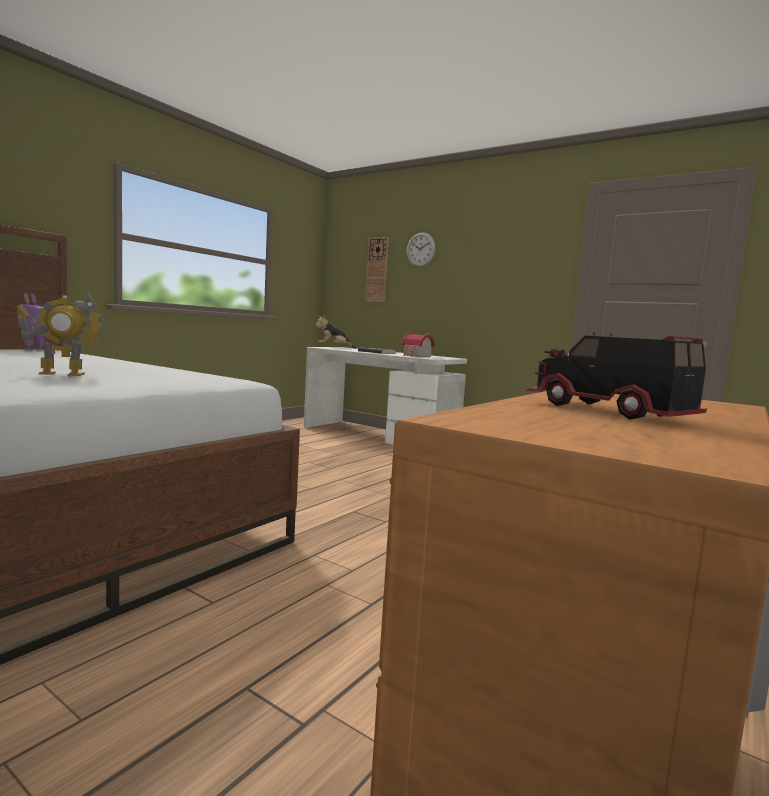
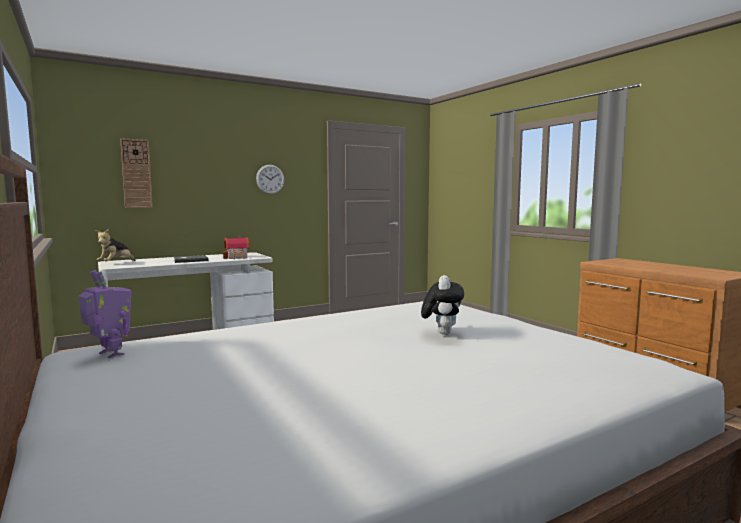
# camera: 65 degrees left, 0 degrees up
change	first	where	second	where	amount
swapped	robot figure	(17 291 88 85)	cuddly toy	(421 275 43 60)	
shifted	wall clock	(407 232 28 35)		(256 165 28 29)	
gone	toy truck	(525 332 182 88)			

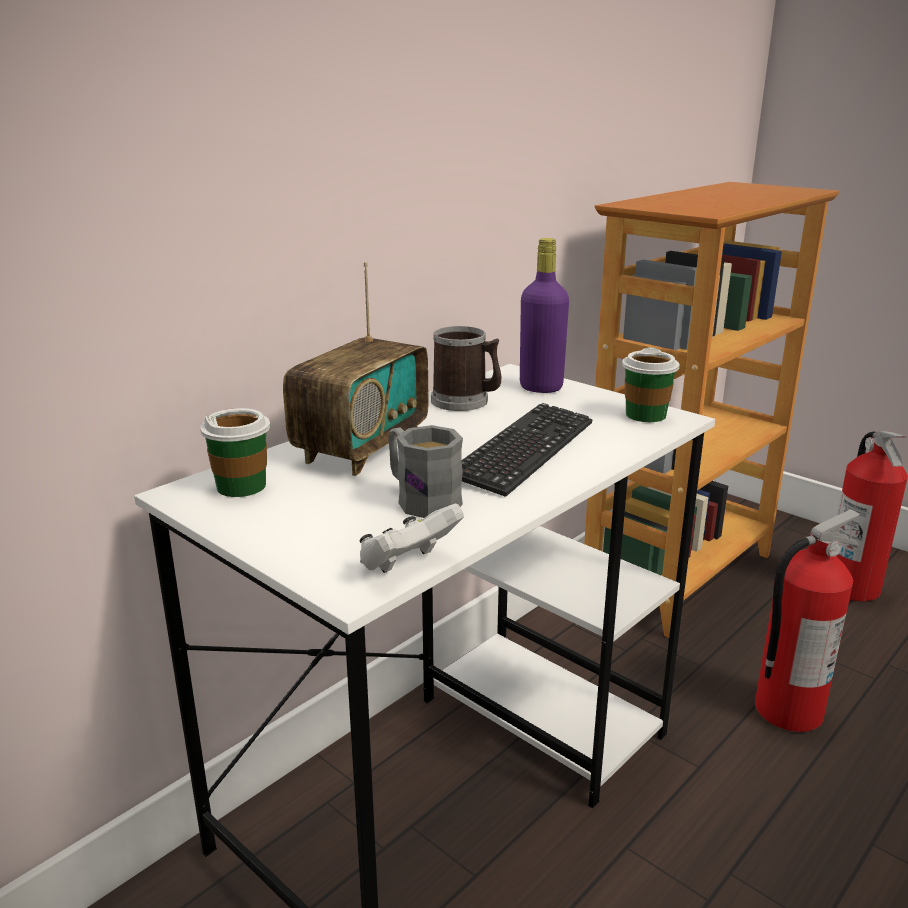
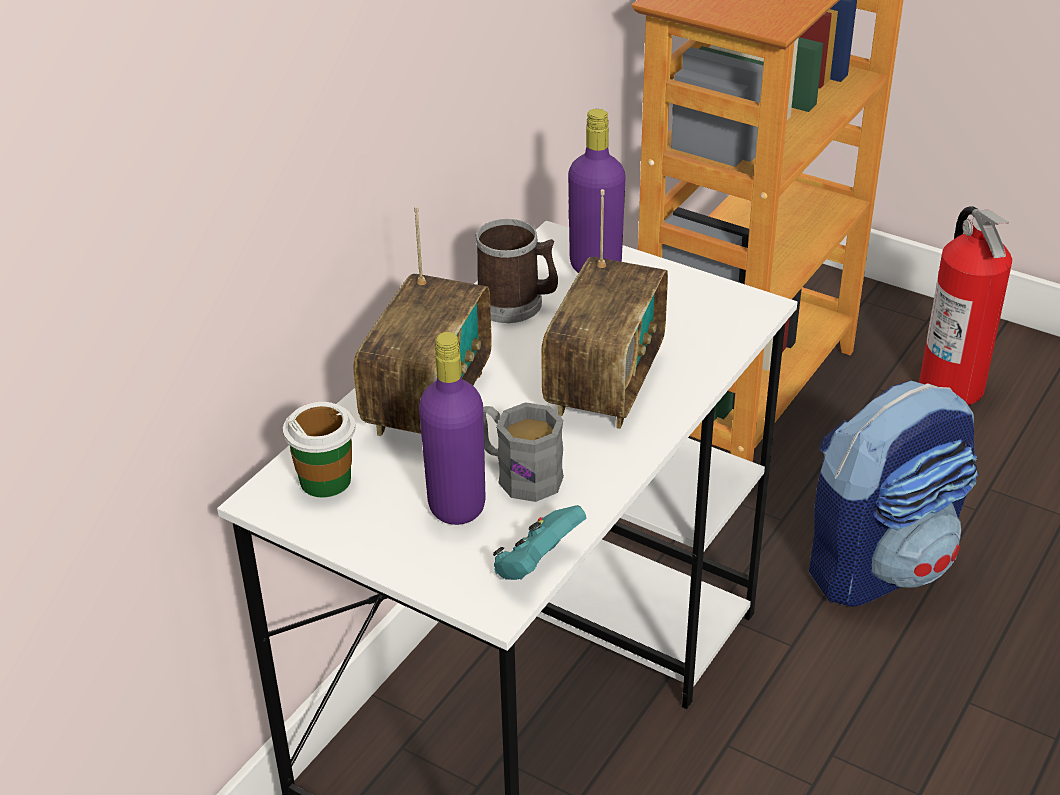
# camera: 10 degrees left, 15 degrees up
change	first	where	second	where	amount
repainted	white-coloured joypad	(359 503 105 70)	turquoise-coloured joypad	(493 505 93 75)	
swapped	PC keyboard	(462 403 131 94)	radio set	(541 189 127 240)	
gone	drinking cup	(622 347 58 75)			
swapped	fire-fighting cylinder	(755 509 105 223)	knapsack	(809 381 169 226)	
new			purple beverage bottle	(419 332 67 193)	

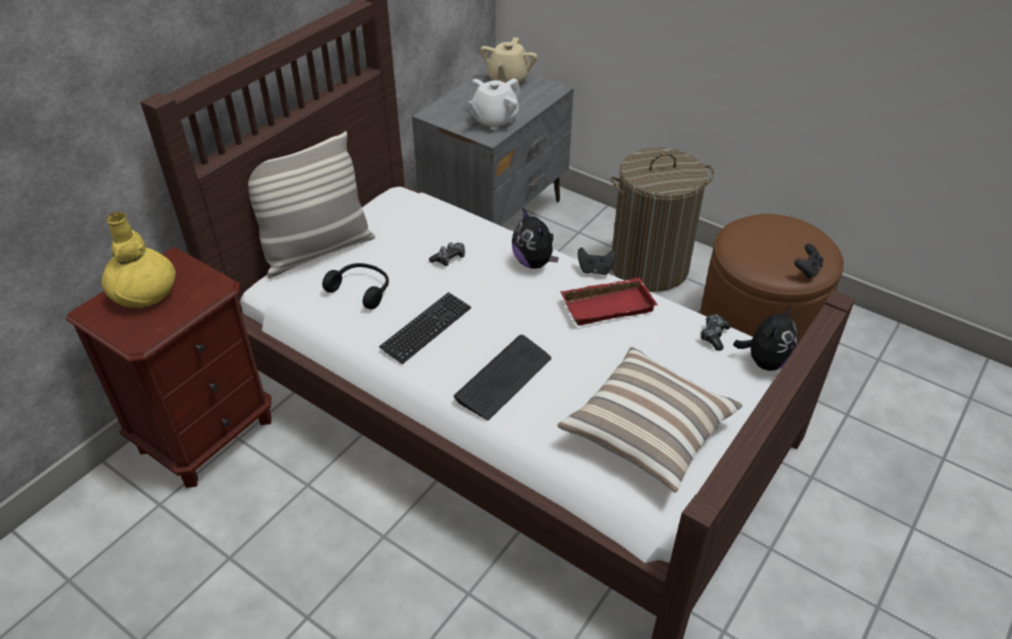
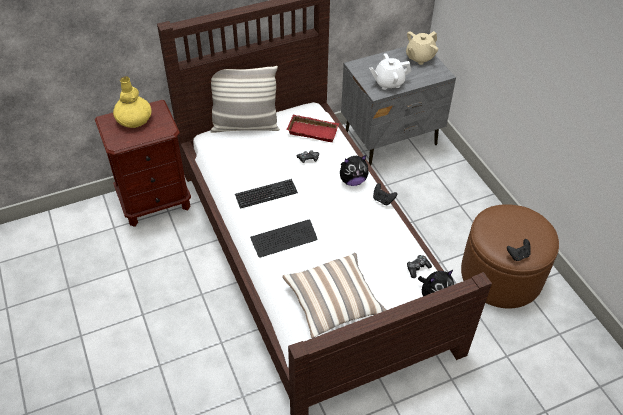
# camera: 30 degrees right, 5 degrees up
change	first	where	second	where	amount
gone	blackish headphones	(322 263 67 46)			
rotated	cuddly toy	(512 209 47 60)		(340 155 29 31)	105 degrees counterclockwise
shifted	red-coloured tray	(560 278 98 48)		(287 114 52 28)	
gone	laundry basket	(610 147 104 145)			

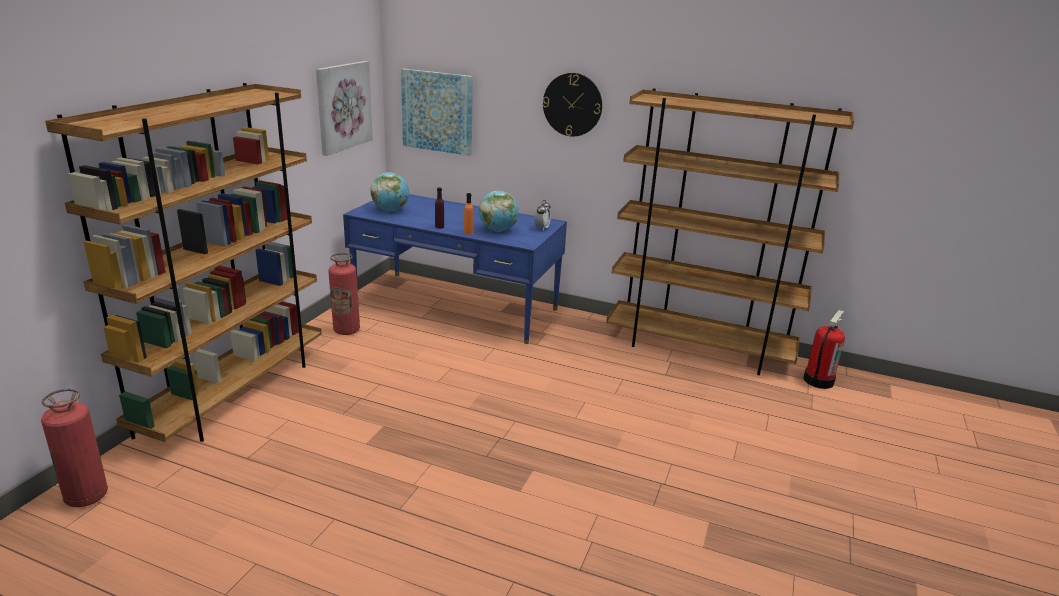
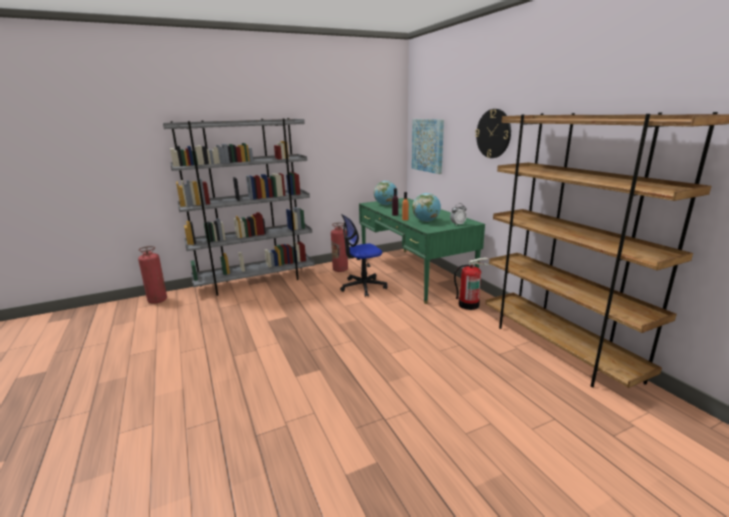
# camera: 45 degrees right, 5 degrees down
change	first	where	second	where	amount
repainted	brownish bookshelf	(45 83 277 359)	greyish bookshelf	(163 118 152 178)	
gone	wall art	(316 61 57 95)			
repainted	blue-coloured desk unit	(343 194 224 150)	green-coloured desk unit	(359 198 126 106)	
shifted	fire-fighting cylinder	(804 310 41 79)		(454 257 35 53)	
new			computer chair	(340 214 47 83)	

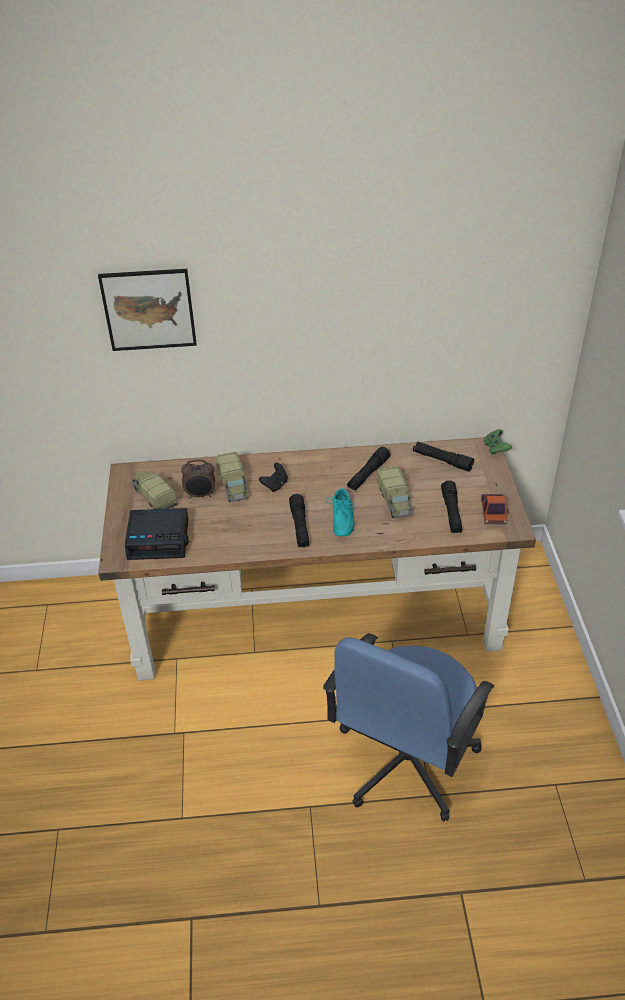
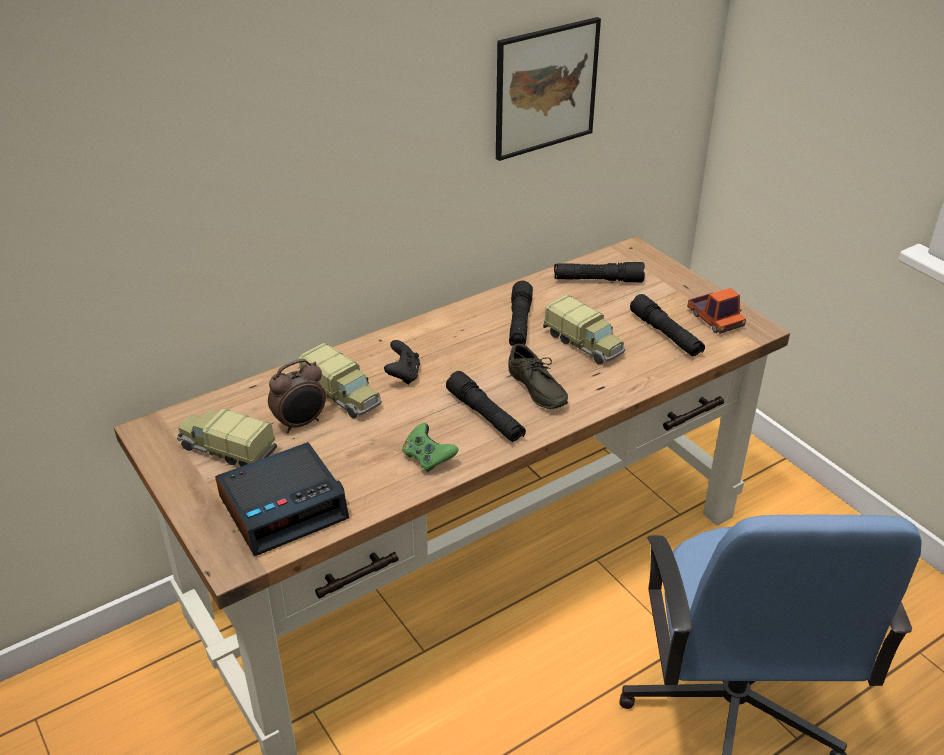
# camera: 30 degrees left, 5 degrees down
change	first	where	second	where	amount
shifted	wall art	(98 269 99 82)		(496 17 105 144)	
repainted	turquoise-coloured low shoe	(325 488 30 49)	greyish low shoe	(508 344 60 65)	
shifted	green-coloured joypad	(484 429 28 26)		(402 423 56 49)	

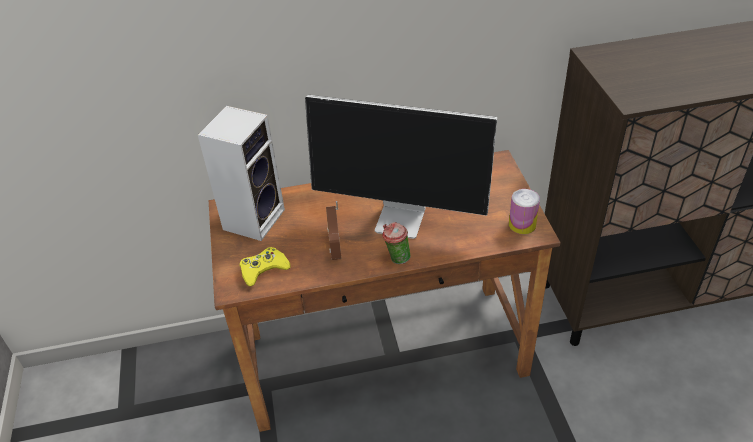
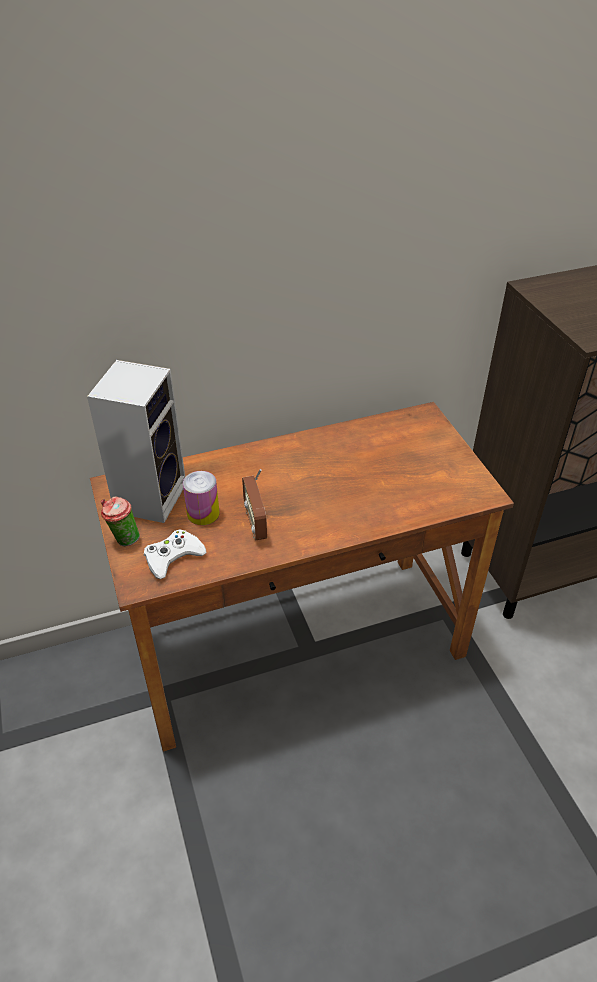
# camera: 10 degrees left, 0 degrees up
change	first	where	second	where	amount
repainted	yellow joypad	(239 247 52 39)	white-coloured joypad	(144 529 63 50)	
gone	computer screen	(305 95 192 144)			
shifted	drinking cup	(382 222 29 42)		(101 496 39 50)	
shifted	can	(509 189 31 45)		(183 471 36 54)	

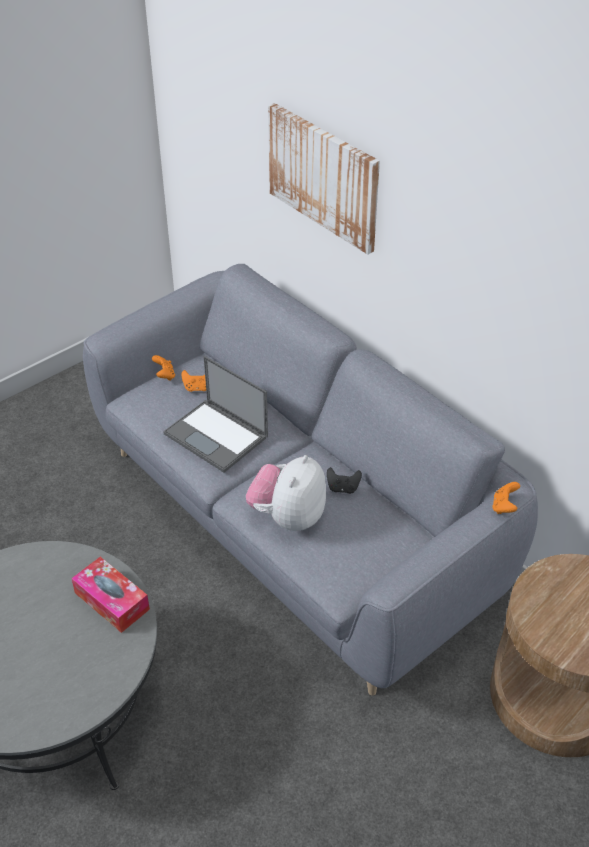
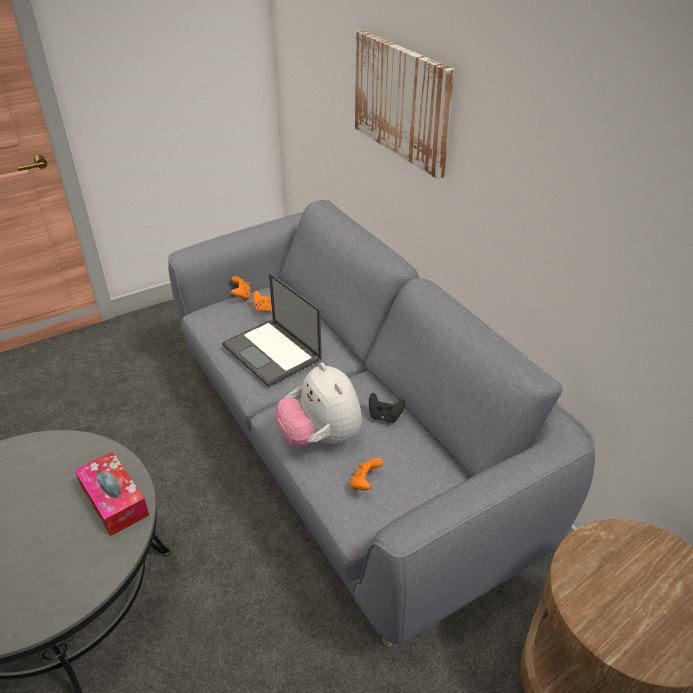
# camera: 10 degrees right, 5 degrees down
change	first	where	second	where	amount
rotated	cuddly toy	(246 455 80 76)		(276 363 86 84)	60 degrees counterclockwise
shifted	orange-coloured joypad	(492 482 28 32)		(350 458 34 32)	

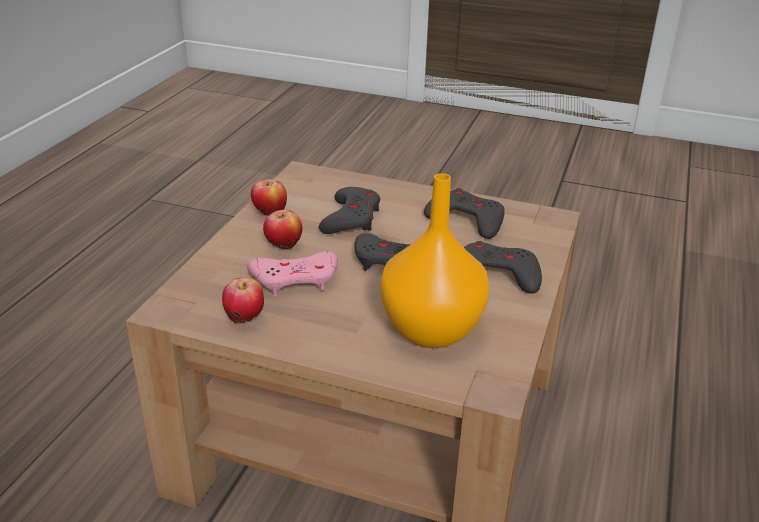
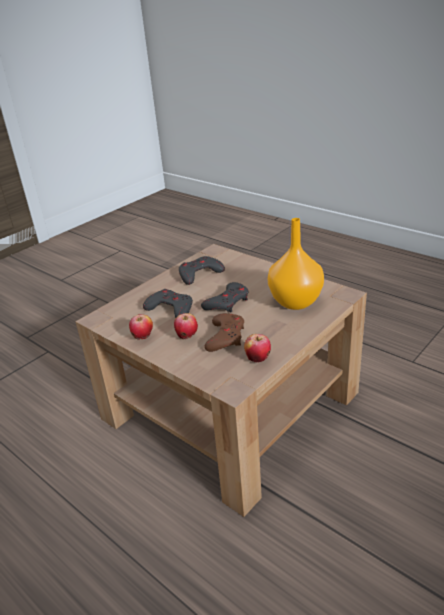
# camera: 65 degrees left, 0 degrees up
change	first	where	second	where	amount
repainted	pink-coloured joypad	(247 251 91 45)	brownish joypad	(204 313 40 39)	
gone	greyish joypad	(464 241 78 53)			

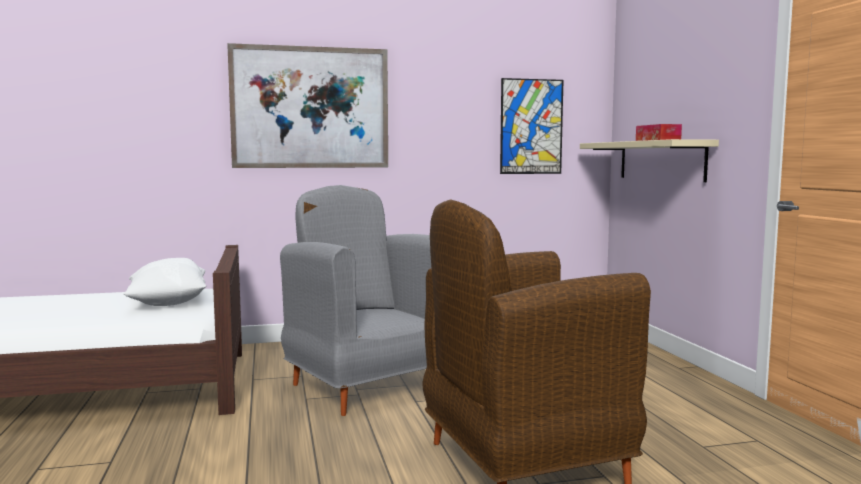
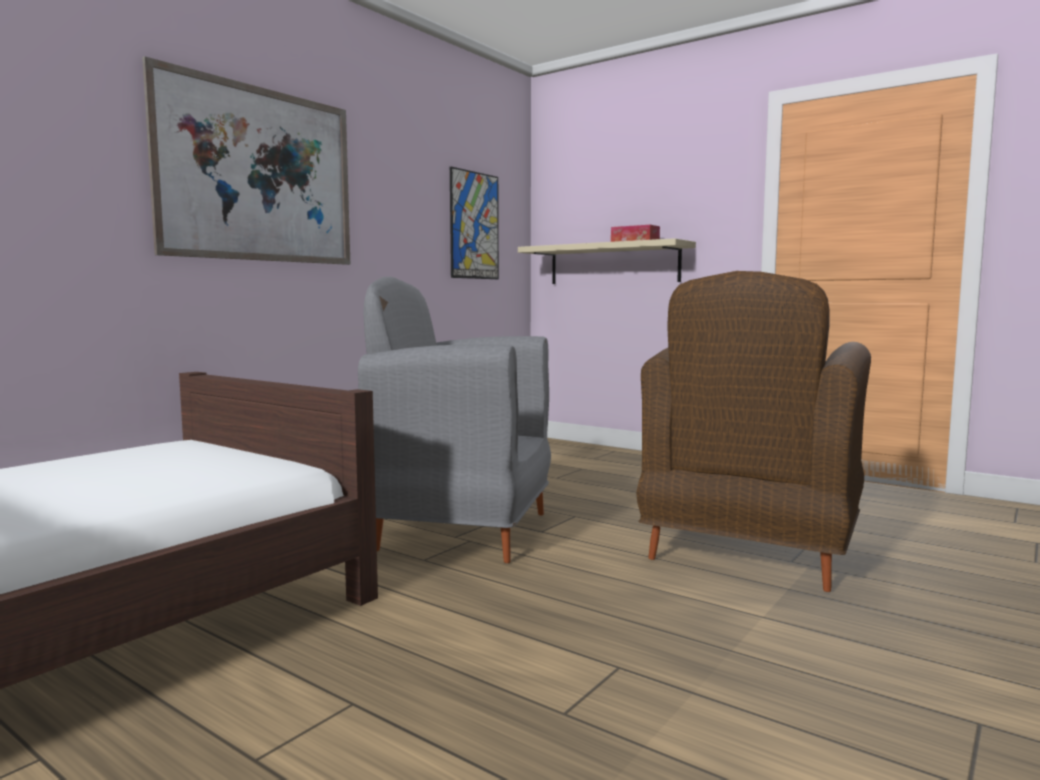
# camera: 40 degrees left, 0 degrees up
change	first	where	second	where	amount
gone	white-coloured pillow	(123 258 83 48)			

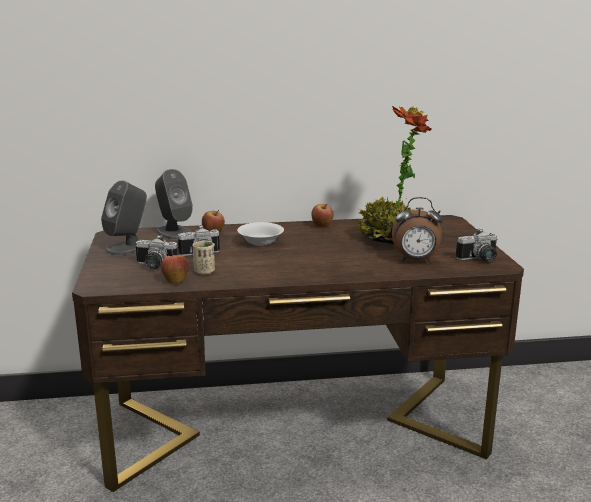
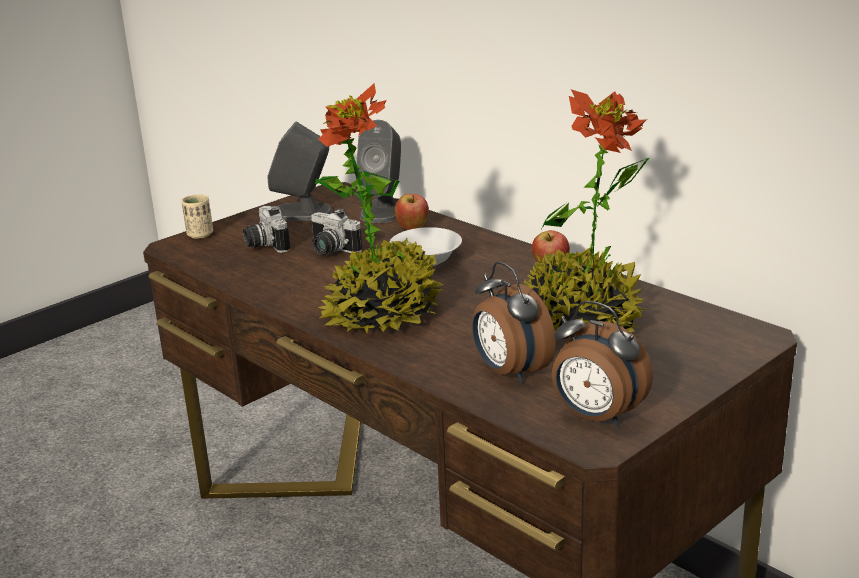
# camera: 55 degrees right, 5 degrees up
change	first	where	second	where	amount
gone	whole apple	(161 250 28 34)			
shifted	beige drinking cup	(193 241 22 34)		(181 195 32 44)	
swapped	photo camera	(456 229 41 33)	alarm clock	(552 301 101 126)	
new			houseplant	(315 84 129 250)	

